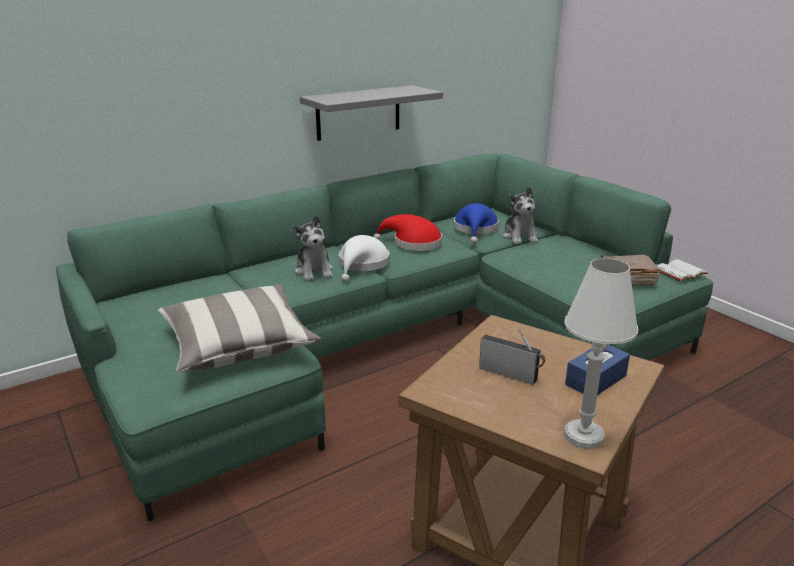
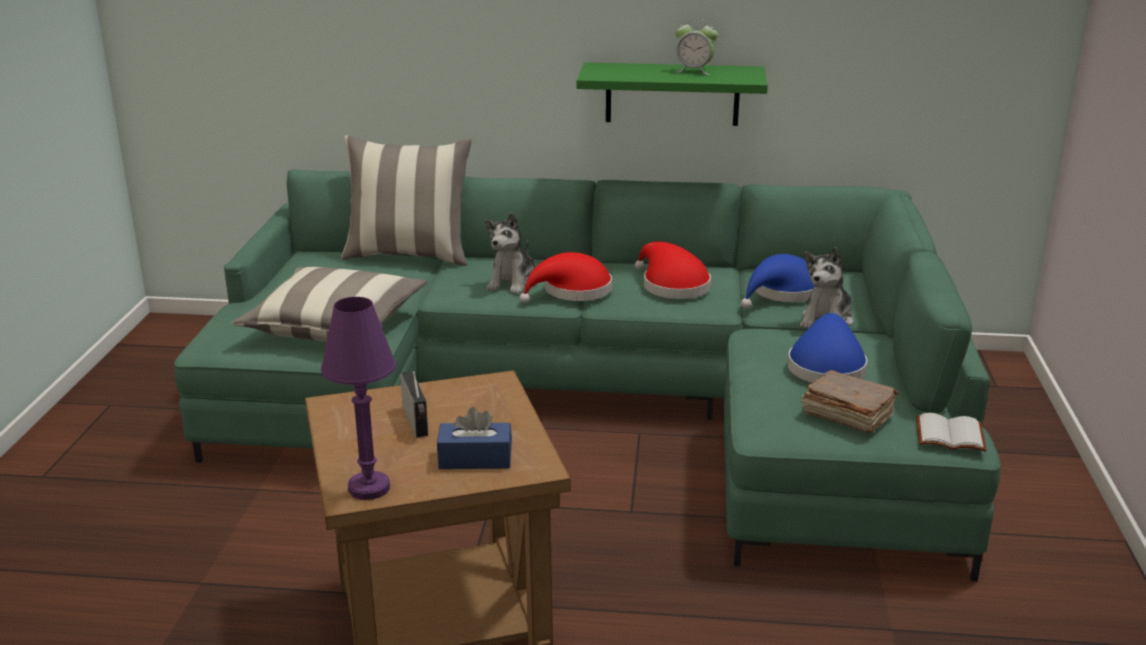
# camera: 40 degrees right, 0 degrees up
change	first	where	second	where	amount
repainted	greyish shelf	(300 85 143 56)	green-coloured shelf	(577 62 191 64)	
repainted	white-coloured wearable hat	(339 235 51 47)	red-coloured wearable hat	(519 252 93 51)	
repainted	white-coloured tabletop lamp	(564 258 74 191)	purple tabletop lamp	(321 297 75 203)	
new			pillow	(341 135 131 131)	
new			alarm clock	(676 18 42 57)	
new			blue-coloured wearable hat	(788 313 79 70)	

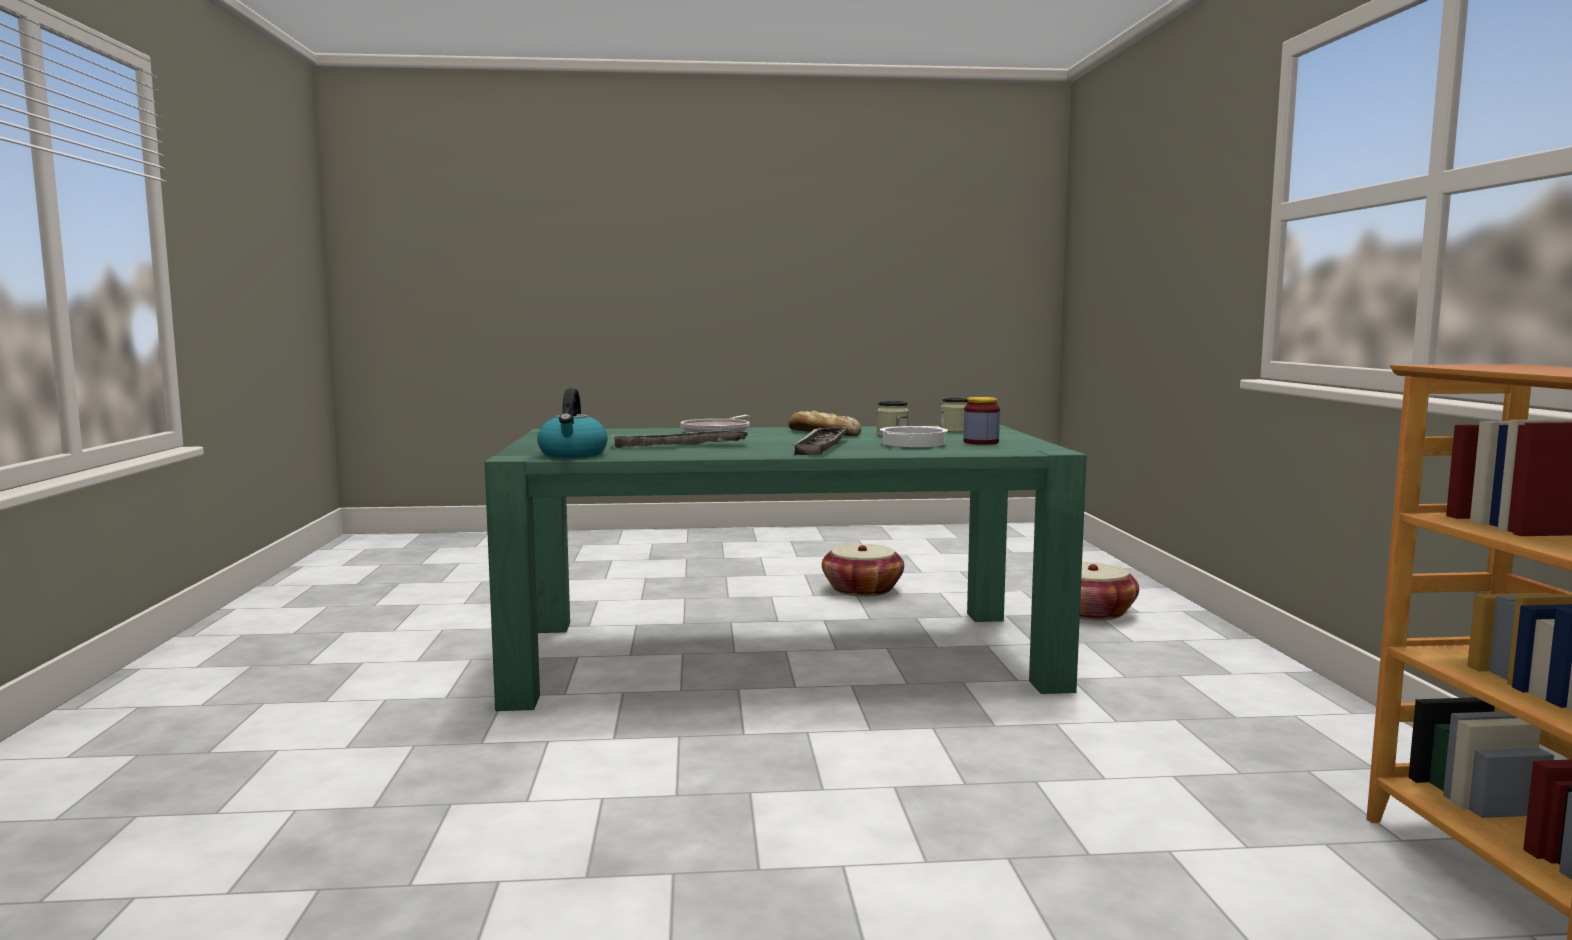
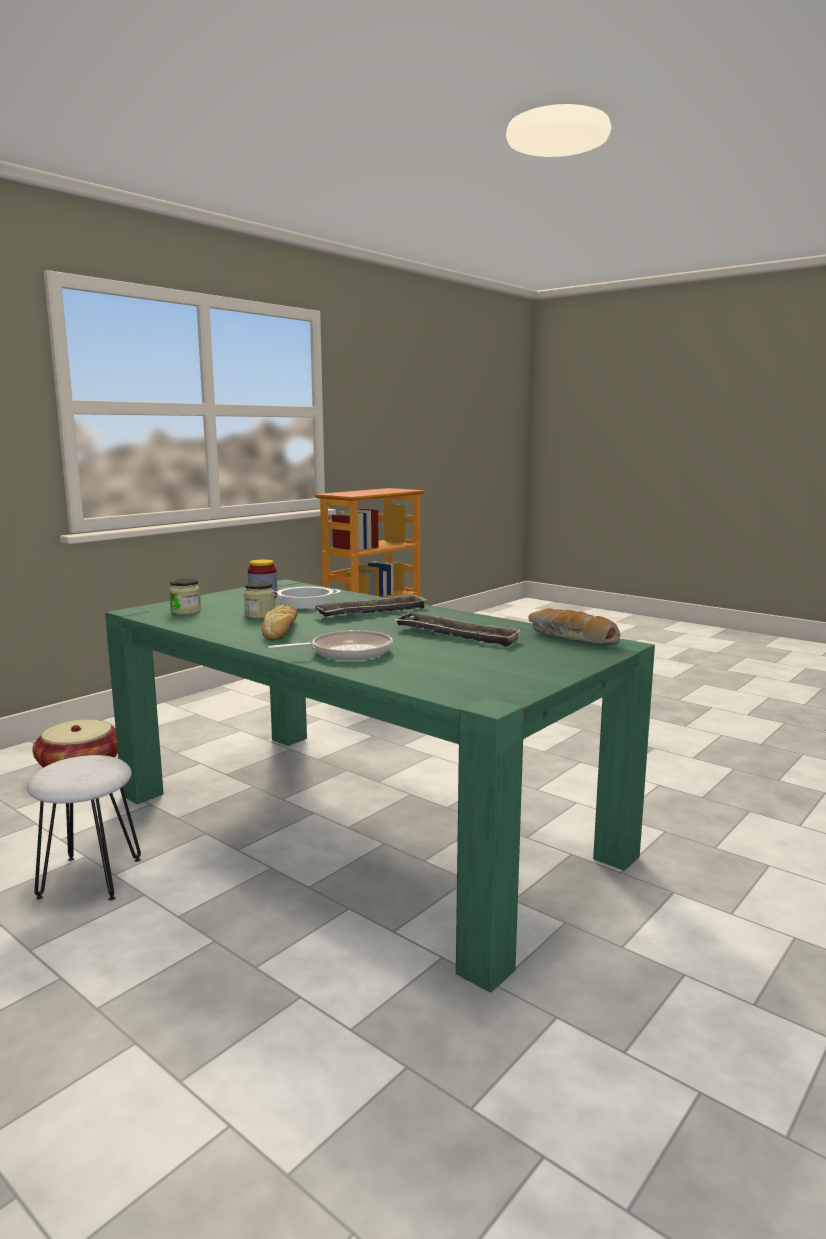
# camera: 135 degrees left, 5 degrees up
change	first	where	second	where	amount
swapped	kettle	(537 389 71 69)	baked bread	(529 608 91 36)	
swapped	household basket	(822 544 82 52)	white-coloured sitting stool	(27 755 114 146)	

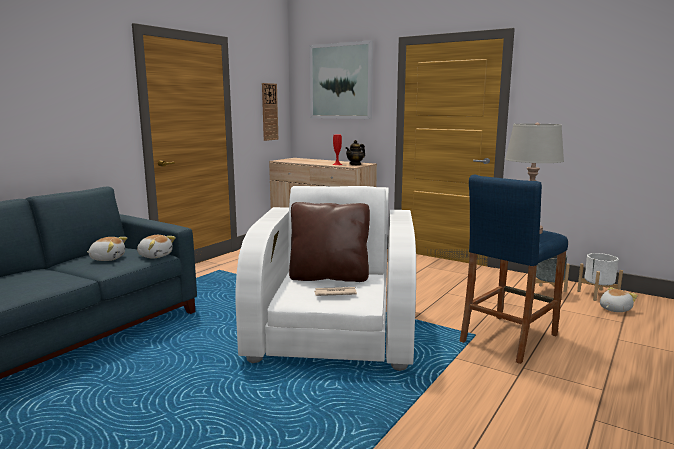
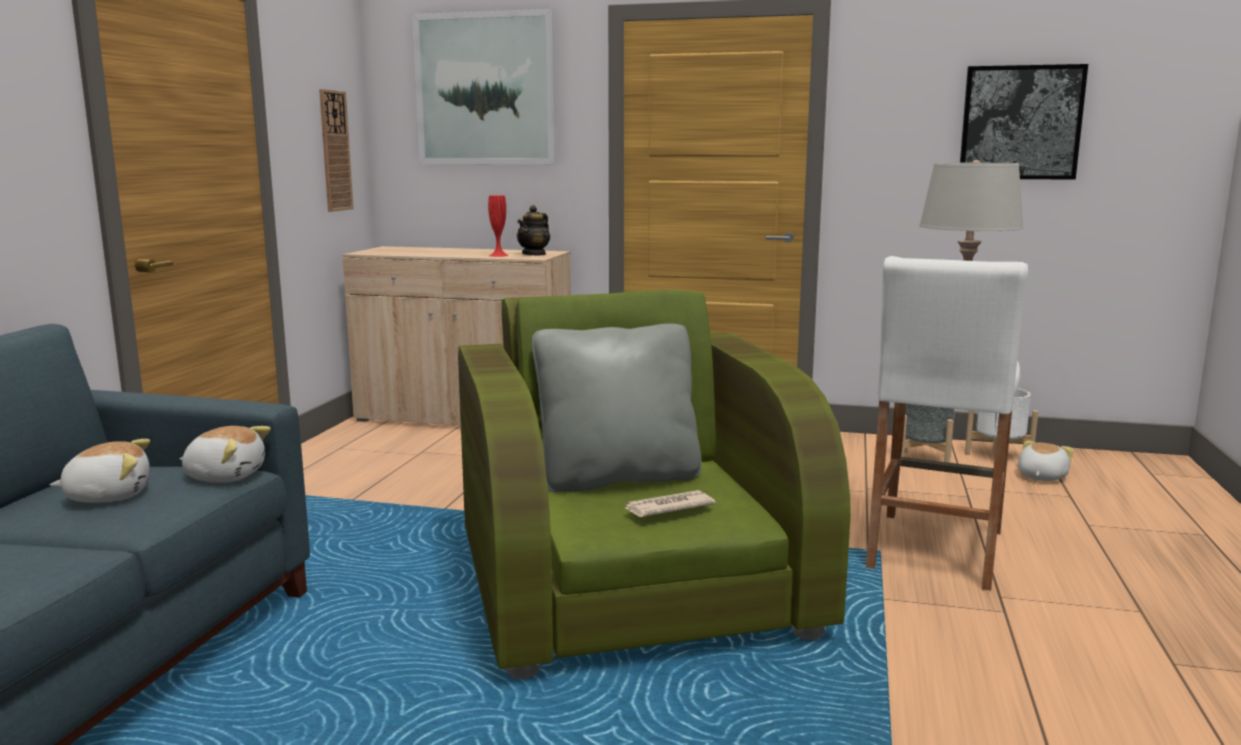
# camera: 20 degrees left, 0 degrees up
change	first	where	second	where	amount
repainted	white-coloured armchair	(235 186 181 185)	green-coloured armchair	(458 290 393 389)	
repainted	brownish pillow	(289 202 81 80)	greyish pillow	(532 323 170 170)	
repainted	blue-coloured sitting stool	(460 174 108 190)	white-coloured sitting stool	(866 256 163 335)	
new			wall art	(960 64 128 116)	

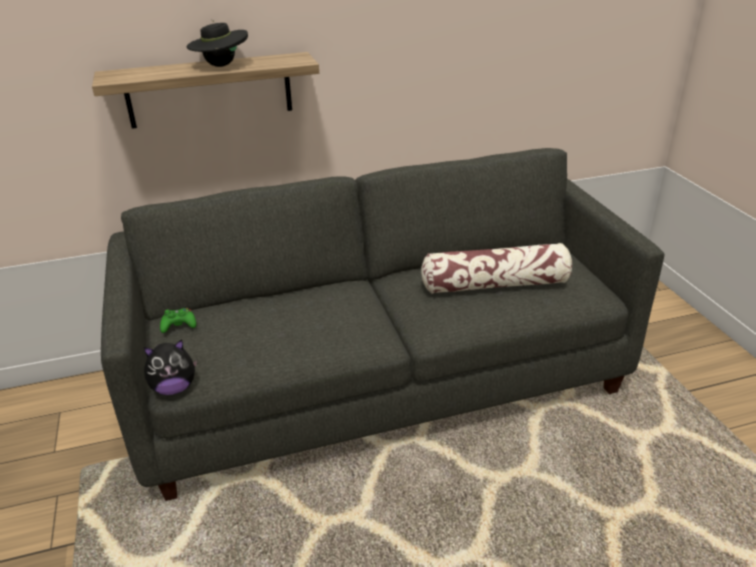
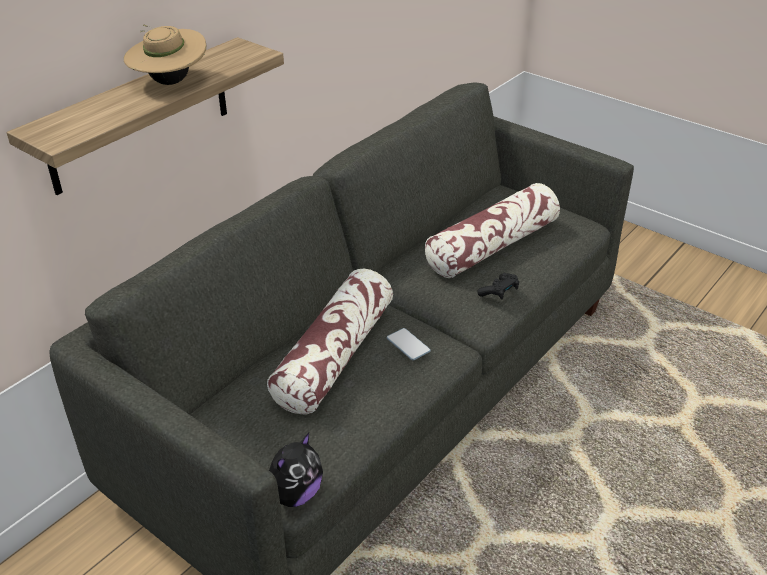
# camera: 35 degrees left, 5 degrees up
change	first	where	second	where	amount
gone	green-coloured joypad	(160 308 36 25)			
repainted	blackish wearable hat	(187 20 61 47)	beige wearable hat	(124 24 82 61)	
new			pillow	(267 269 126 145)	
new			handset	(387 328 44 32)	
new			blackish joypad	(477 273 42 27)	

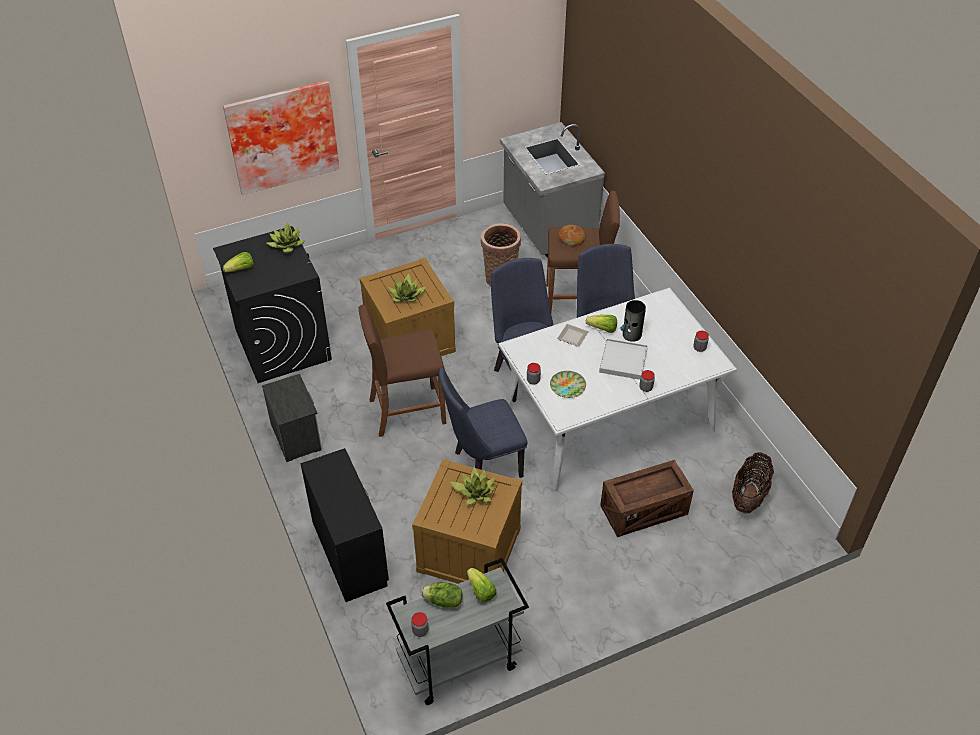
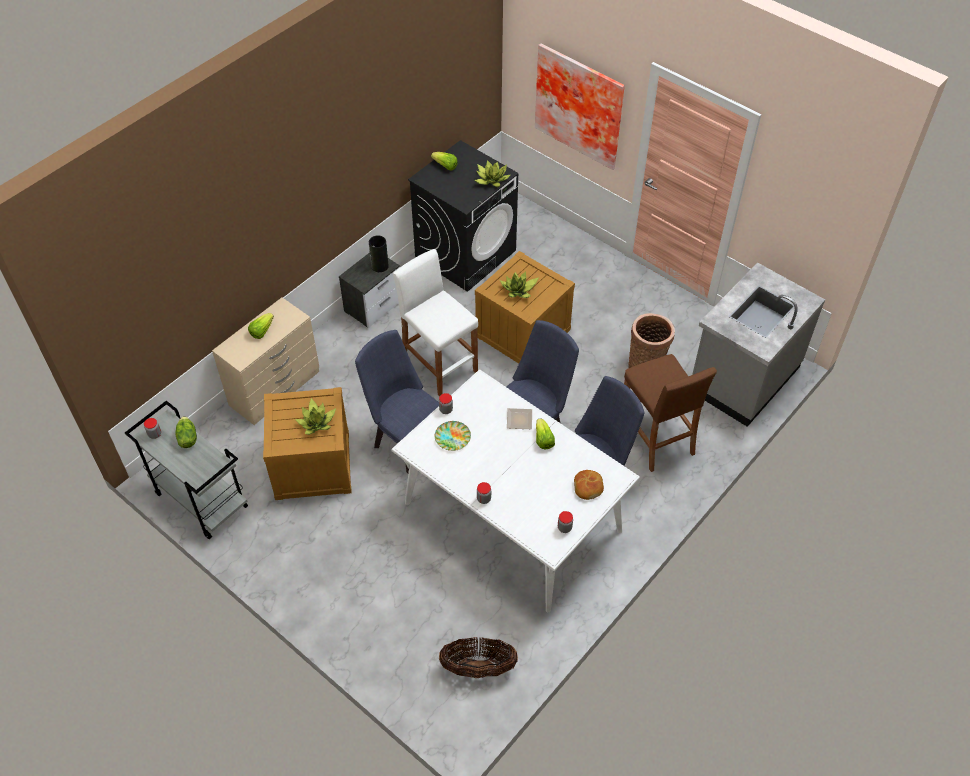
# camera: 65 degrees right, 5 degrees up
change	first	where	second	where	amount
repainted	blackish chest of drawers	(300 448 89 154)	beige chest of drawers	(212 298 107 127)	
repainted	brownish sitting stool	(359 305 87 132)	white-coloured sitting stool	(393 249 85 147)	
shifted	head of lettuce	(467 568 30 34)		(248 313 26 26)	
shifted	baked bread	(558 225 27 21)		(574 470 30 30)	
gone	white-coloured tray	(599 339 49 41)			
gone	packing crate	(600 460 94 77)			
shifted	flower vase	(620 300 26 42)		(369 235 20 37)	

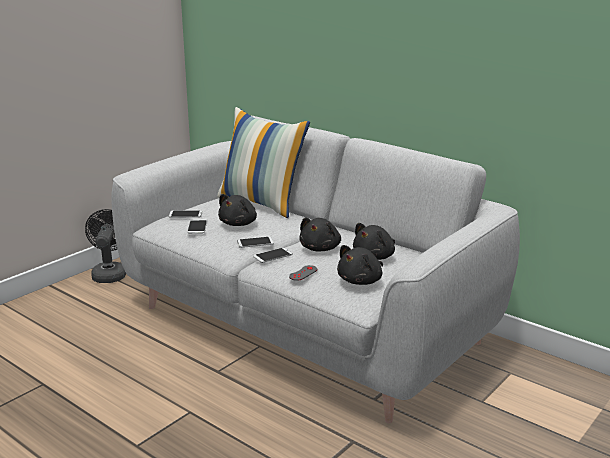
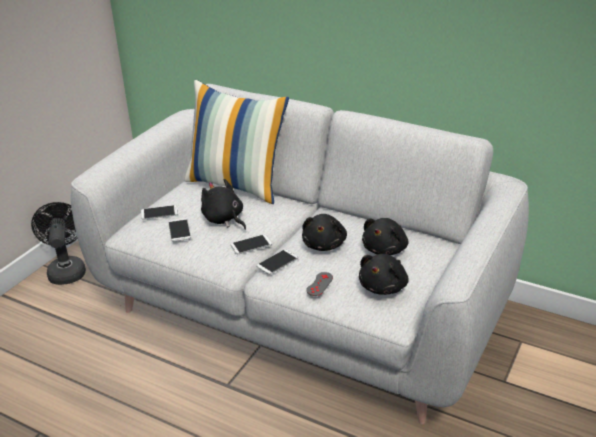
# camera: 10 degrees left, 10 degrees up
change	first	where	second	where	amount
rotated	blackish cuddly toy	(218 194 39 32)		(201 179 45 51)	120 degrees clockwise

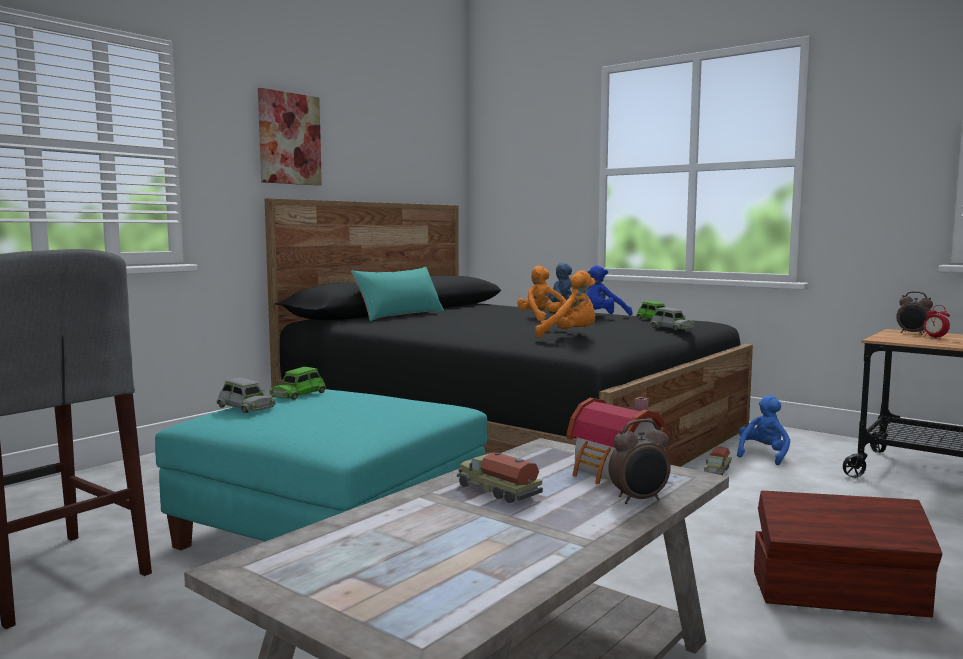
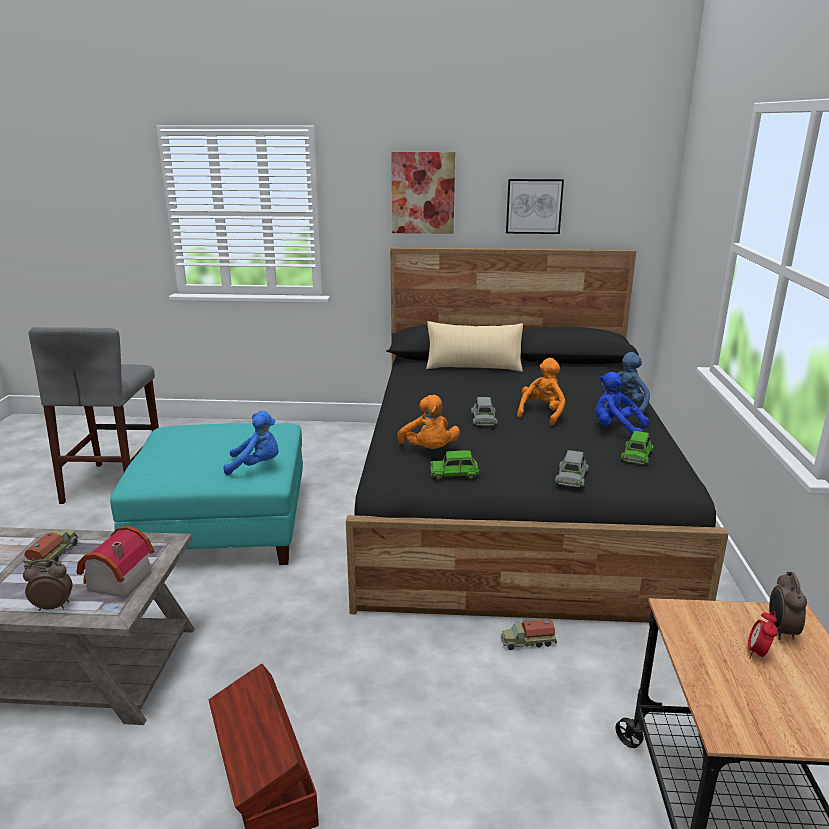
# camera: 55 degrees right, 15 degrees up
change	first	where	second	where	amount
shifted	greyish model car	(216 378 60 35)		(471 397 26 29)	
shifted	green-coloured model car	(269 367 57 33)		(430 450 50 30)	
repainted	turquoise-coloured pillow	(351 267 94 54)	beige pillow	(426 321 97 51)	
rotated	alarm clock	(608 419 63 85)		(23 559 49 52)	135 degrees clockwise
shifted	blue-coloured cuddly toy	(737 395 53 70)		(223 411 56 64)	
new			wall art	(506 179 58 55)	

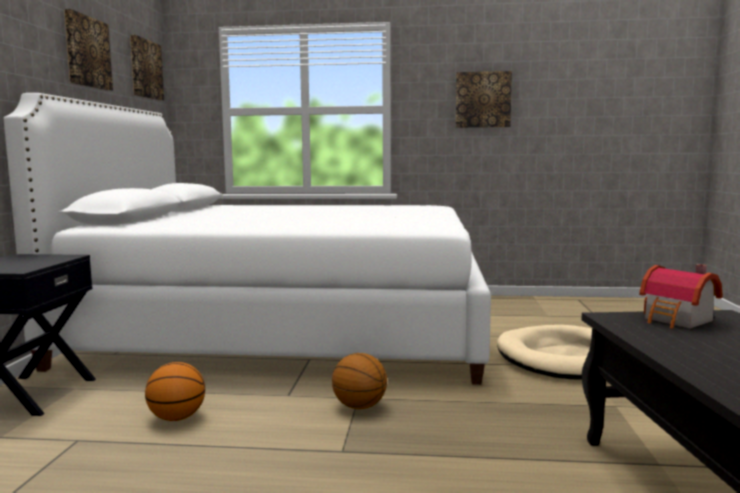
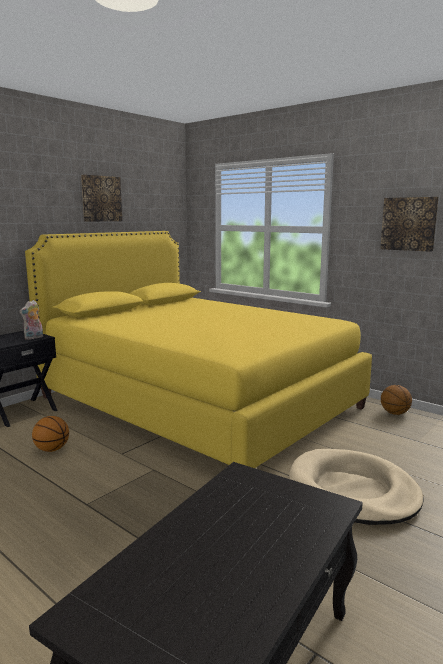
# camera: 35 degrees right, 5 degrees up
change	first	where	second	where	amount
repainted	white-coloured bedroom bed	(4 93 487 292)	yellow bedroom bed	(25 231 347 237)	
gone	wall art	(130 35 34 66)			
shifted	basketball ball	(332 353 55 56)		(381 385 31 30)	
gone	miniature house	(639 264 84 64)			
new			cuddly toy	(20 300 23 40)	

